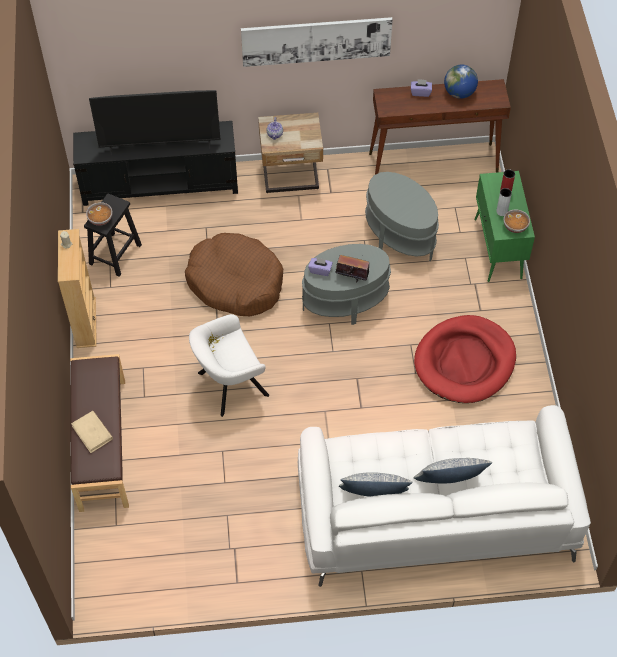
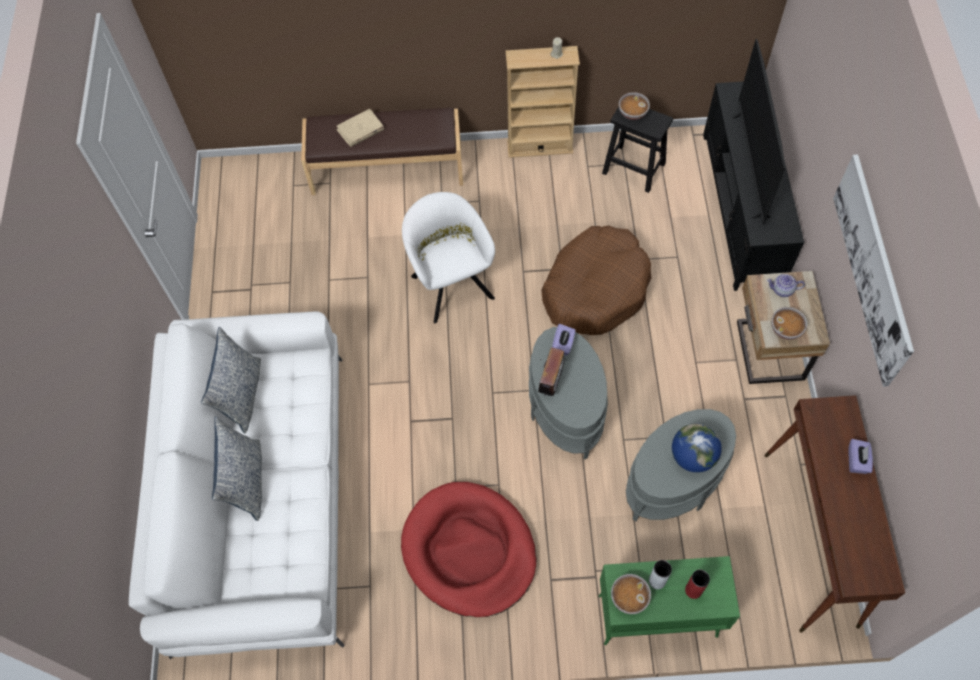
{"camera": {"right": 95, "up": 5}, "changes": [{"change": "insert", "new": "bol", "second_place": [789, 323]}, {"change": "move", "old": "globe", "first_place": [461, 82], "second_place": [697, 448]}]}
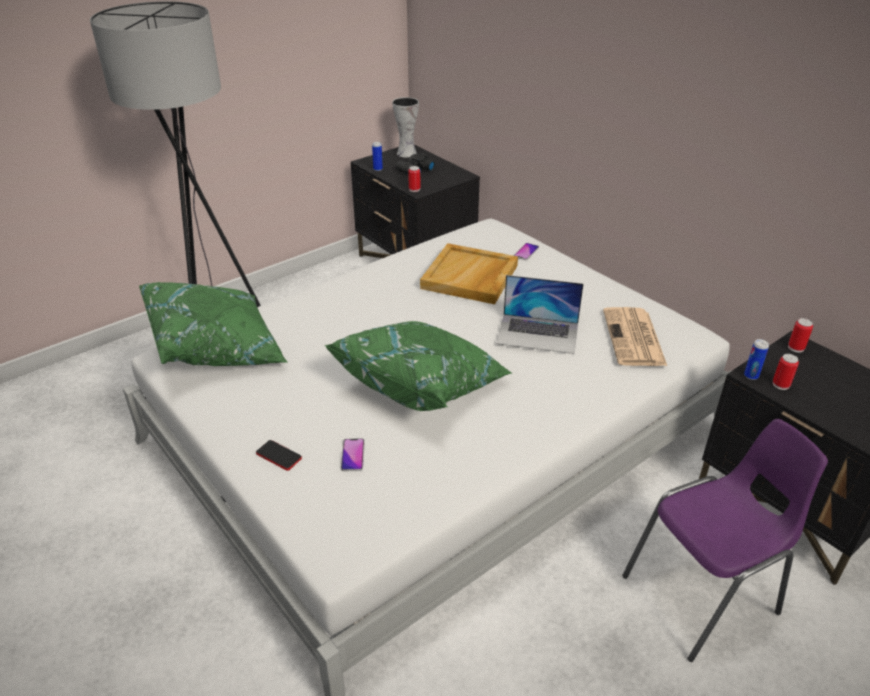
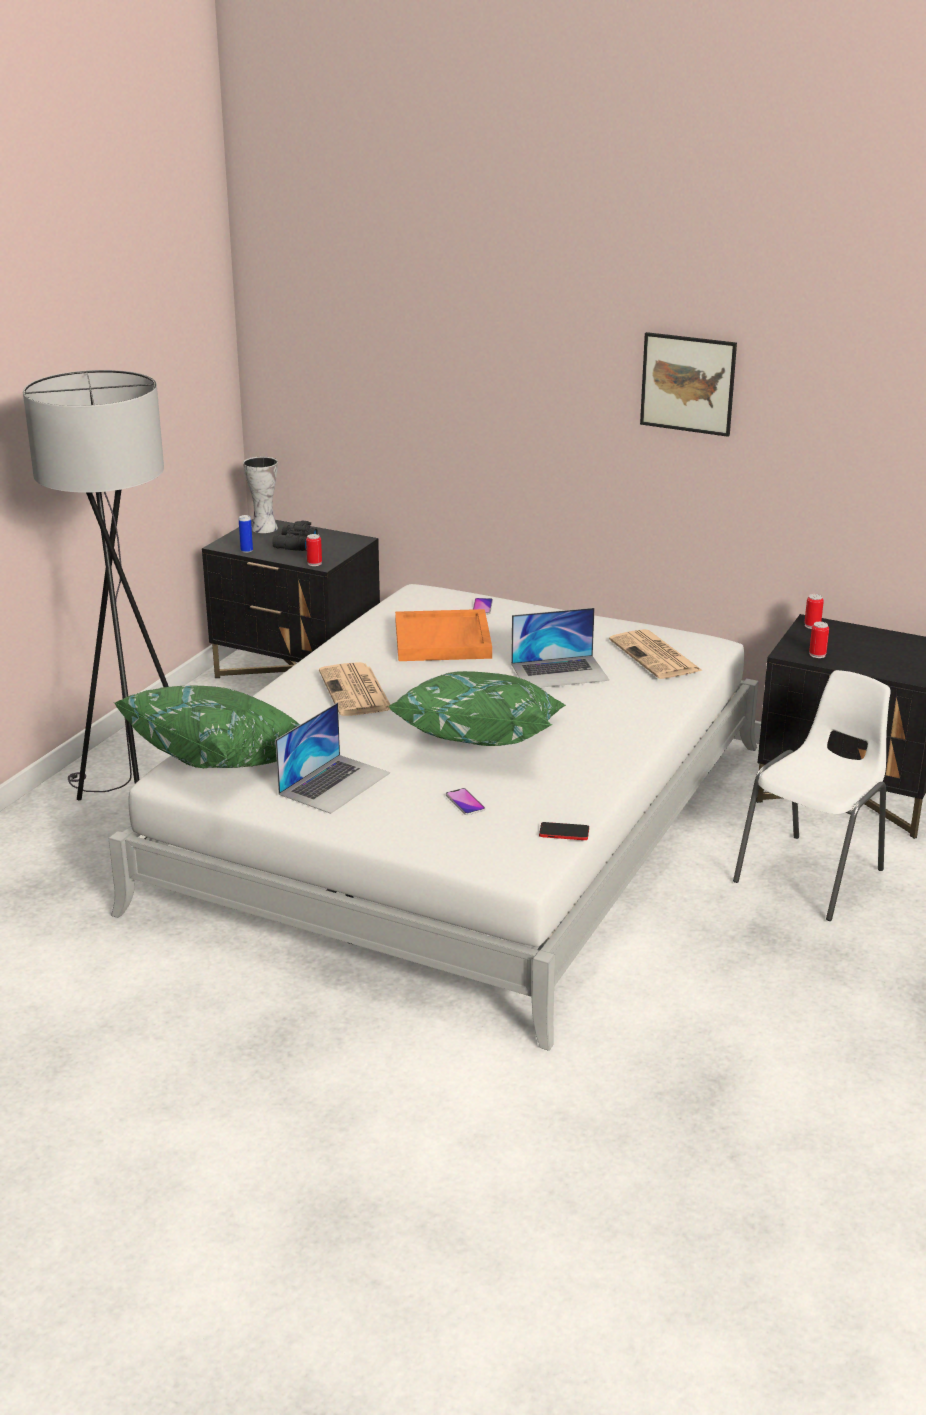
{"camera": {"right": -25, "up": -10}, "changes": [{"change": "delete", "old": "boîte métallique", "first_place": [756, 359]}, {"change": "insert", "new": "ordinateur portable", "second_place": [332, 758]}, {"change": "insert", "new": "journal", "second_place": [355, 689]}, {"change": "insert", "new": "tableau", "second_place": [688, 384]}, {"change": "move", "old": "téléphone", "first_place": [279, 455], "second_place": [564, 831]}, {"change": "recolor", "old": "plateau [beige]", "new": "plateau [orange]", "first_place": [469, 273], "second_place": [443, 635]}, {"change": "recolor", "old": "chaise [violet]", "new": "chaise [blanc]", "first_place": [725, 540], "second_place": [812, 795]}]}
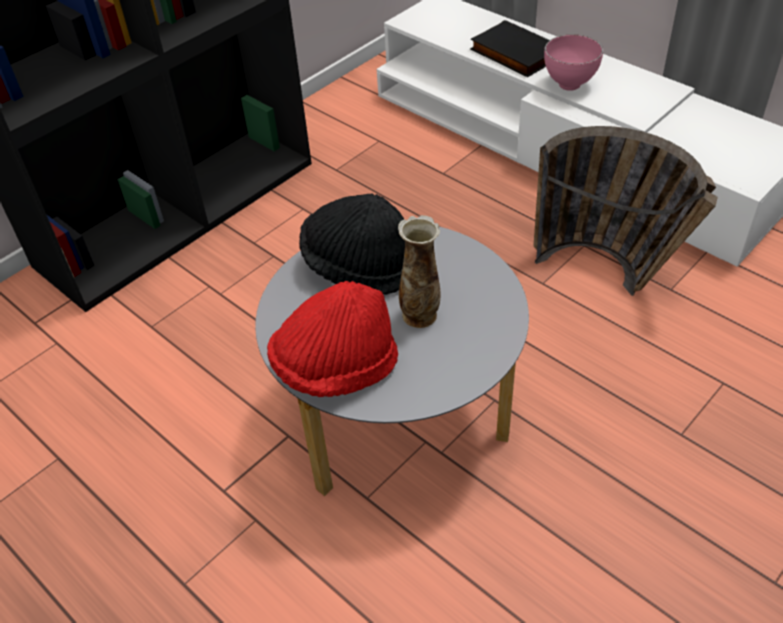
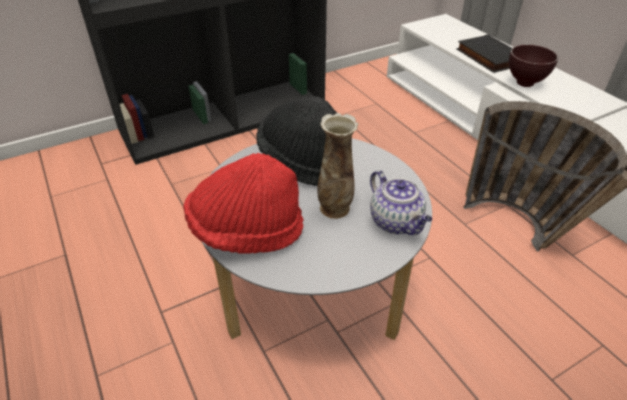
{"camera": {"right": 15, "up": -5}, "changes": [{"change": "insert", "new": "théière", "second_place": [401, 202]}, {"change": "recolor", "old": "bol [rose]", "new": "bol [marron]", "first_place": [573, 62], "second_place": [534, 65]}]}
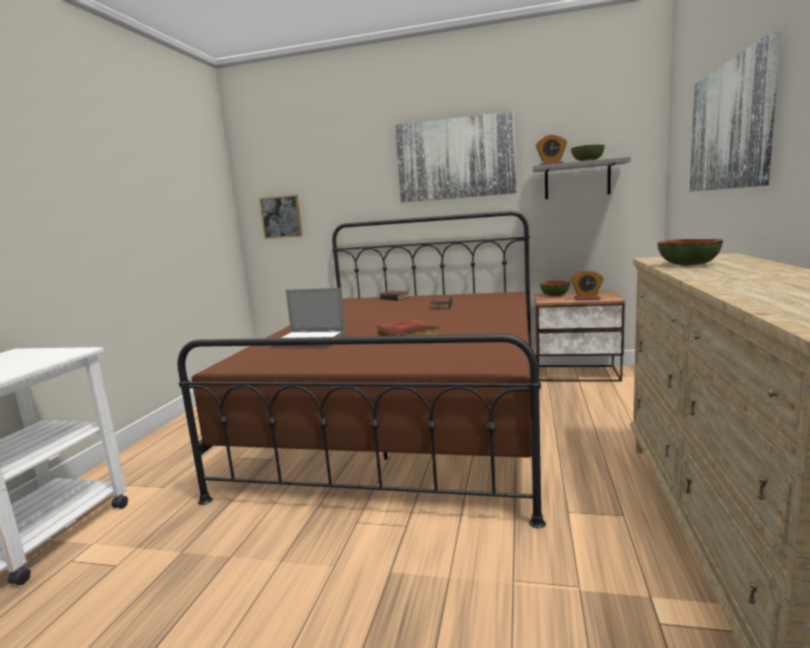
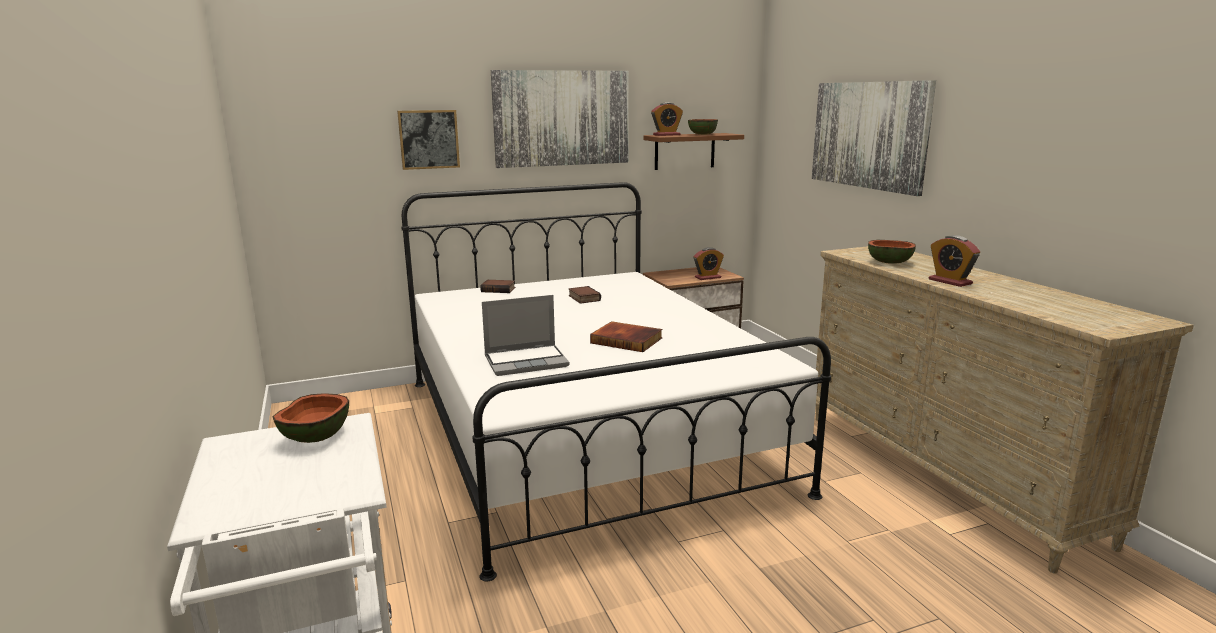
{"camera": {"right": -35, "up": 5}, "changes": [{"change": "insert", "new": "réveil", "second_place": [954, 261]}, {"change": "move", "old": "tableau", "first_place": [280, 217], "second_place": [428, 140]}, {"change": "move", "old": "bol", "first_place": [555, 288], "second_place": [310, 418]}, {"change": "recolor", "old": "lit [marron]", "new": "lit [blanc]", "first_place": [361, 369], "second_place": [616, 381]}, {"change": "recolor", "old": "étagère [gris]", "new": "étagère [marron]", "first_place": [582, 178], "second_place": [693, 151]}]}
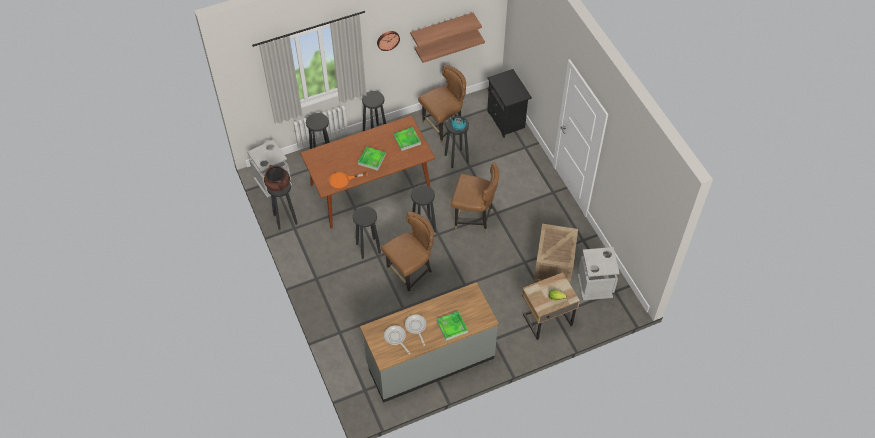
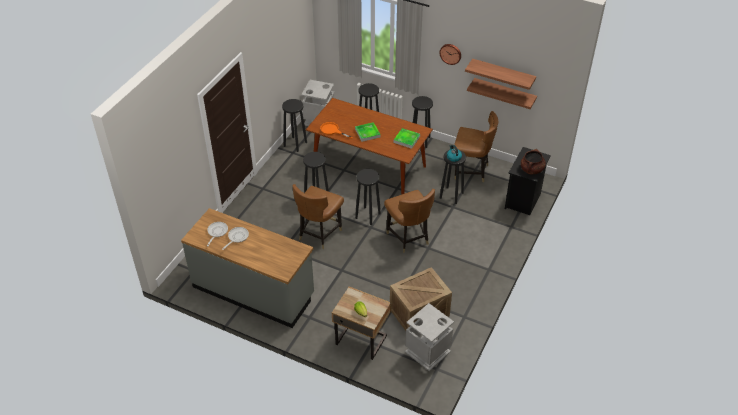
{"camera": {"right": 50, "up": -10}, "changes": [{"change": "delete", "old": "plateau", "first_place": [452, 326]}, {"change": "move", "old": "marmite [marron]", "first_place": [277, 178], "second_place": [533, 162]}, {"change": "rotate", "old": "chaise [marron]", "first_place": [407, 253], "second_place": [318, 216], "degrees": 105}]}
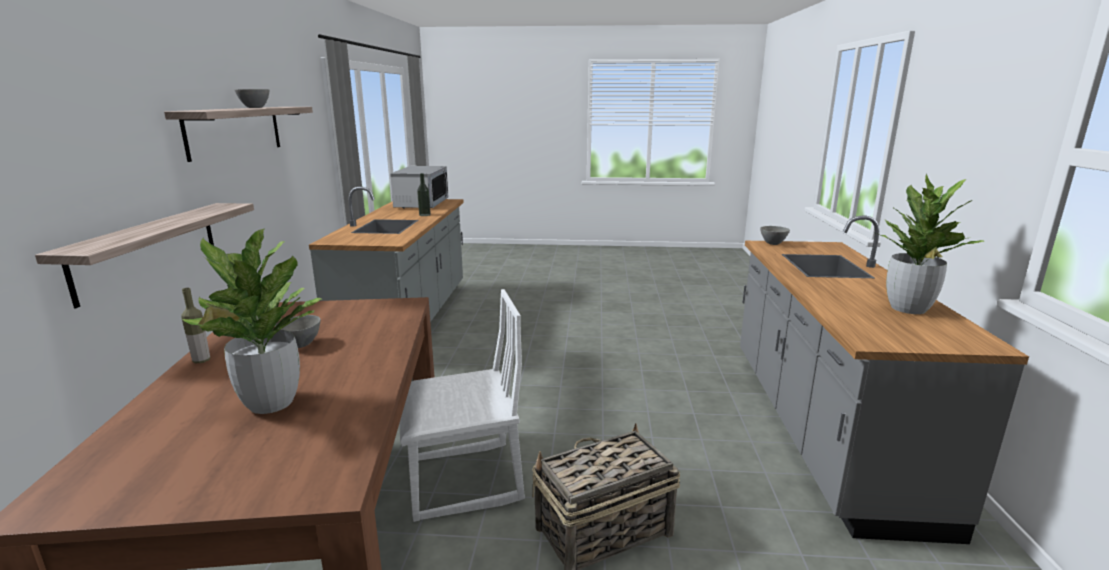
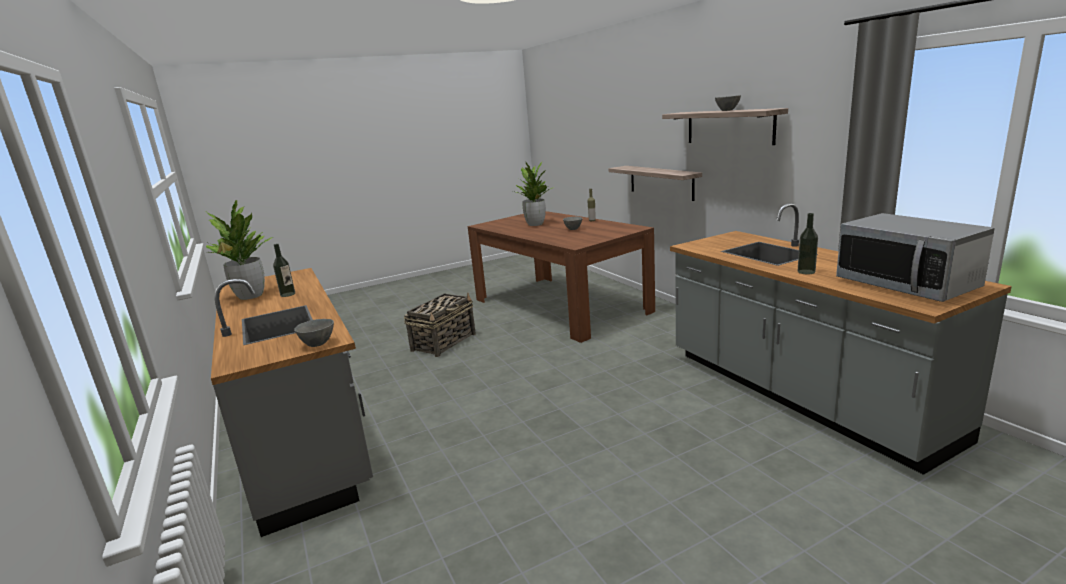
{"camera": {"right": 150, "up": 0}, "changes": [{"change": "delete", "old": "chaise [blanc]", "first_place": [462, 405]}, {"change": "insert", "new": "bouteille", "second_place": [284, 270]}]}
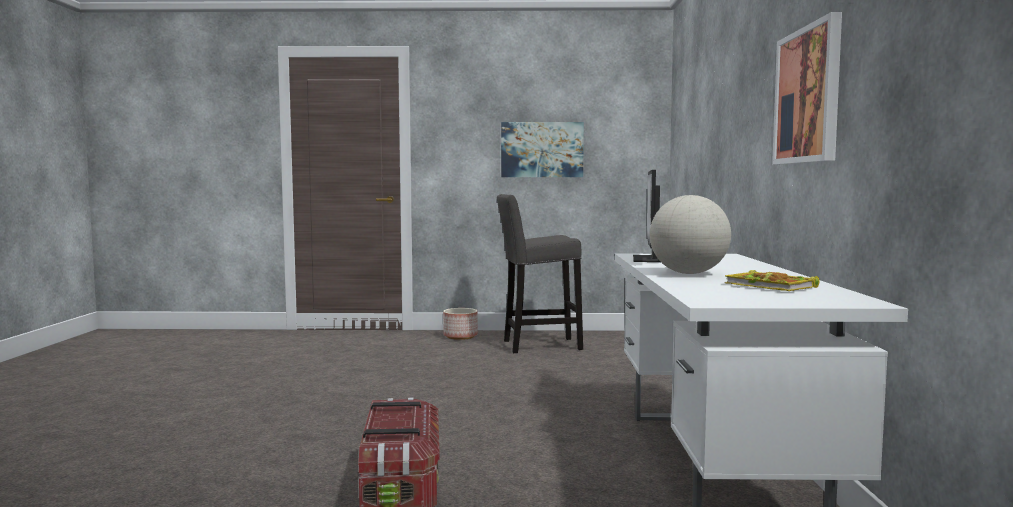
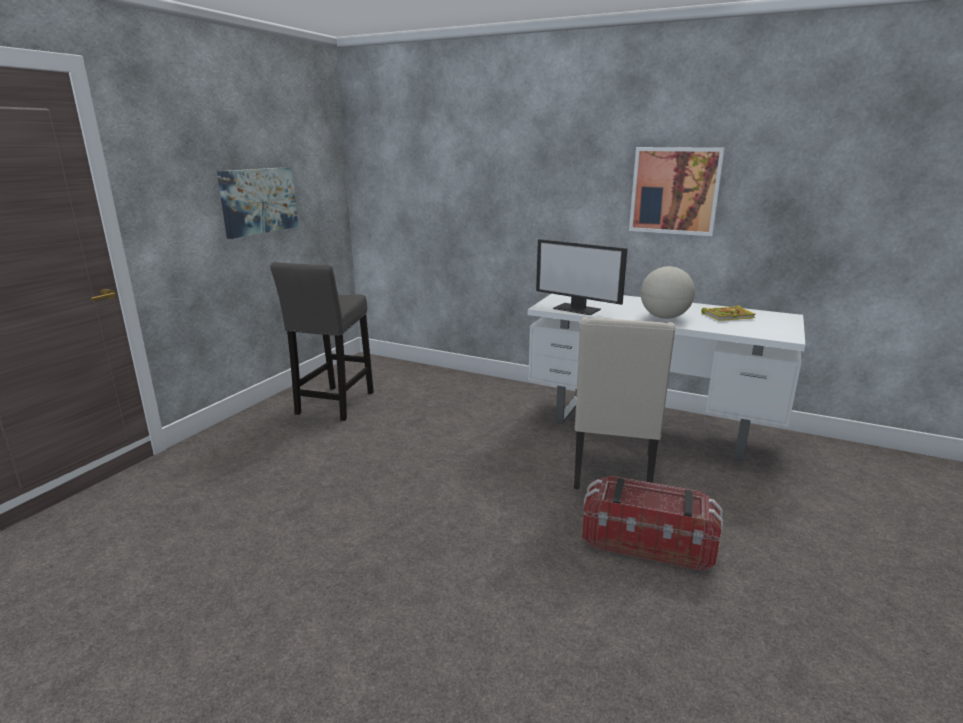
{"camera": {"right": -65, "up": 15}, "changes": [{"change": "delete", "old": "cache-pot", "first_place": [460, 324]}, {"change": "insert", "new": "chaise [beige]", "second_place": [625, 403]}]}
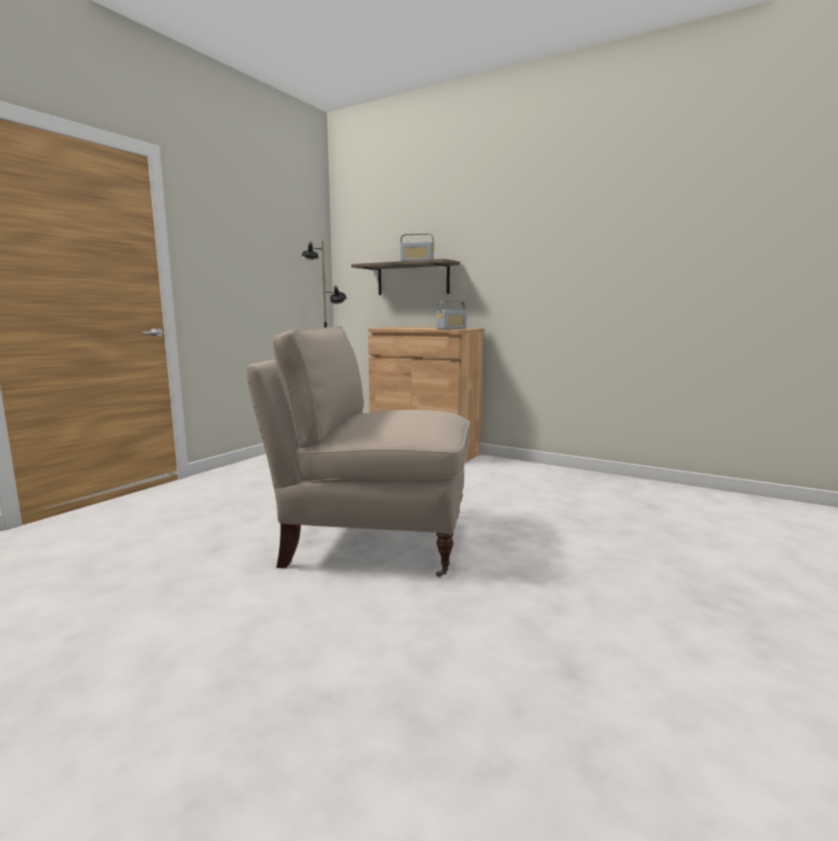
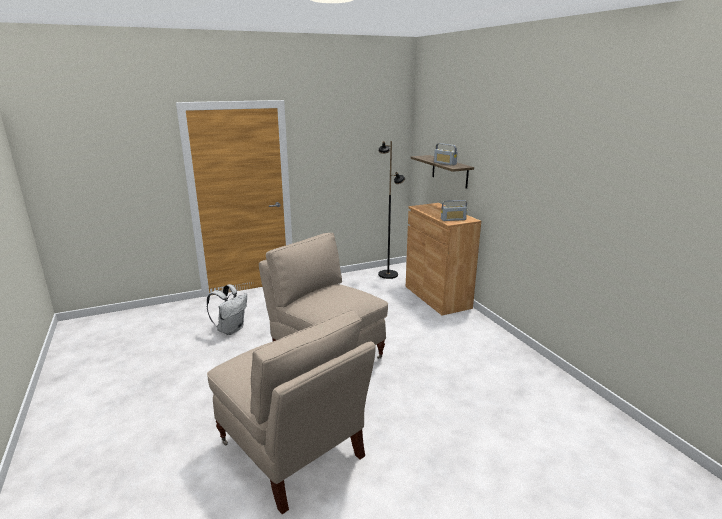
{"camera": {"right": 35, "up": 10}, "changes": [{"change": "insert", "new": "sac à dos [blanc]", "second_place": [227, 309]}, {"change": "insert", "new": "chaise [beige]", "second_place": [291, 412]}]}
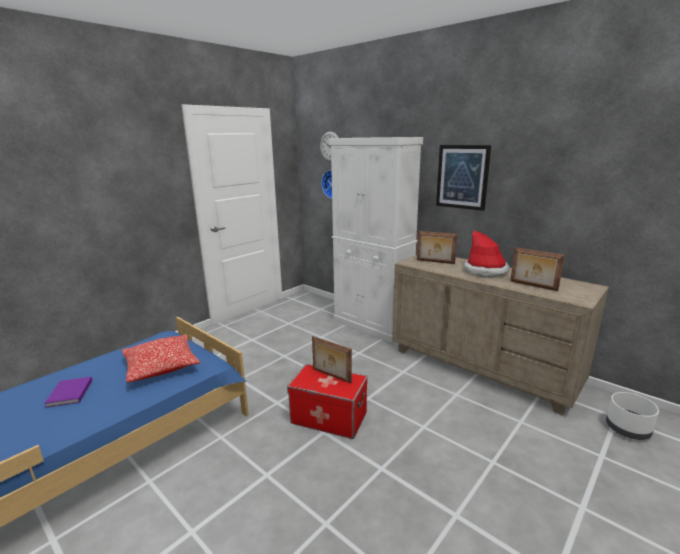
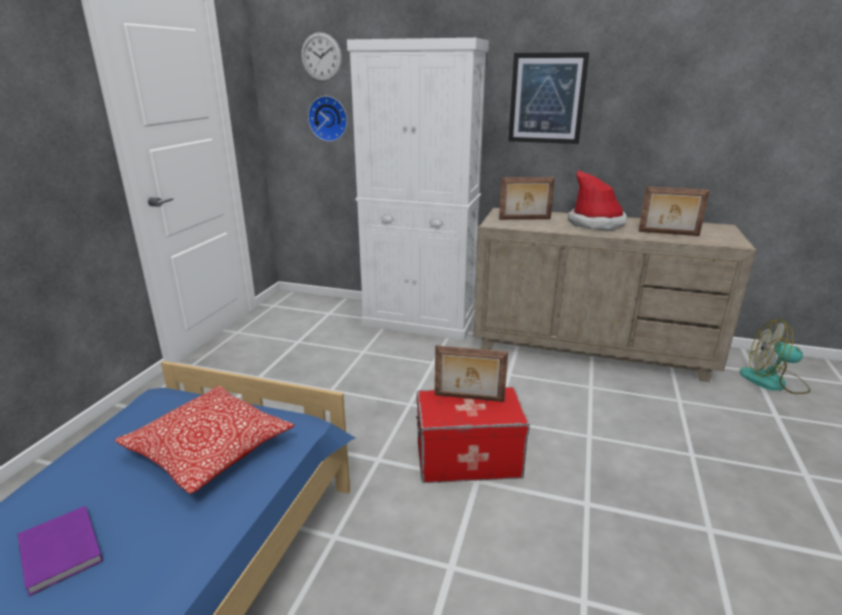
{"camera": {"right": -25, "up": 5}, "changes": [{"change": "replace", "old": "cache-pot [blanc]", "new": "ventilateur", "first_place": [632, 416], "second_place": [775, 356]}]}
